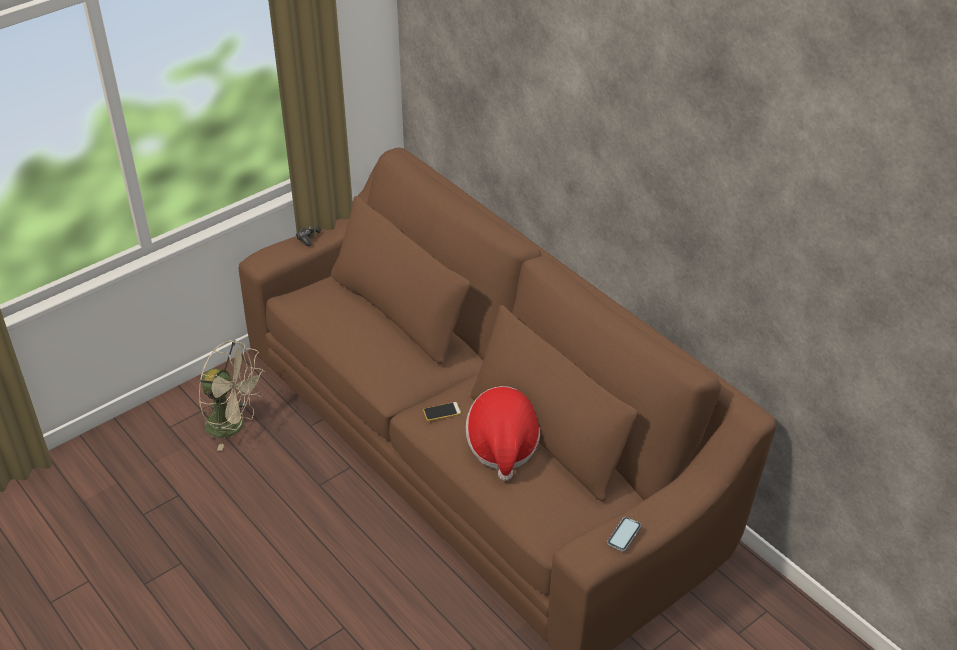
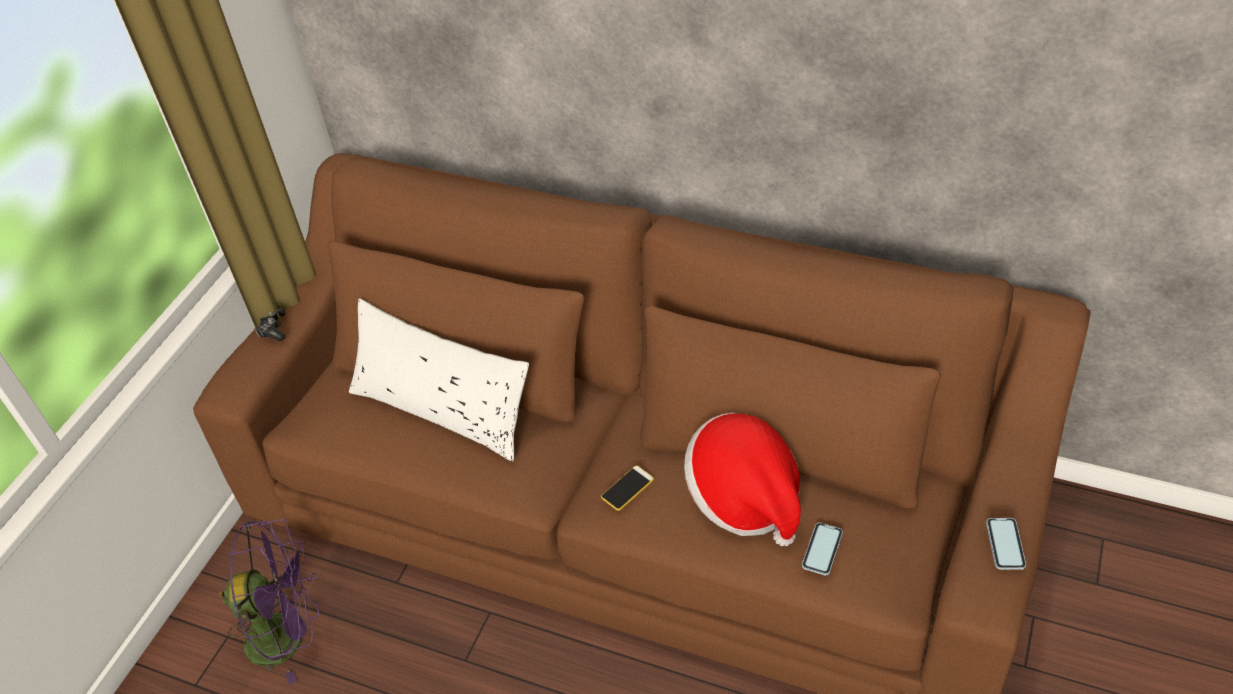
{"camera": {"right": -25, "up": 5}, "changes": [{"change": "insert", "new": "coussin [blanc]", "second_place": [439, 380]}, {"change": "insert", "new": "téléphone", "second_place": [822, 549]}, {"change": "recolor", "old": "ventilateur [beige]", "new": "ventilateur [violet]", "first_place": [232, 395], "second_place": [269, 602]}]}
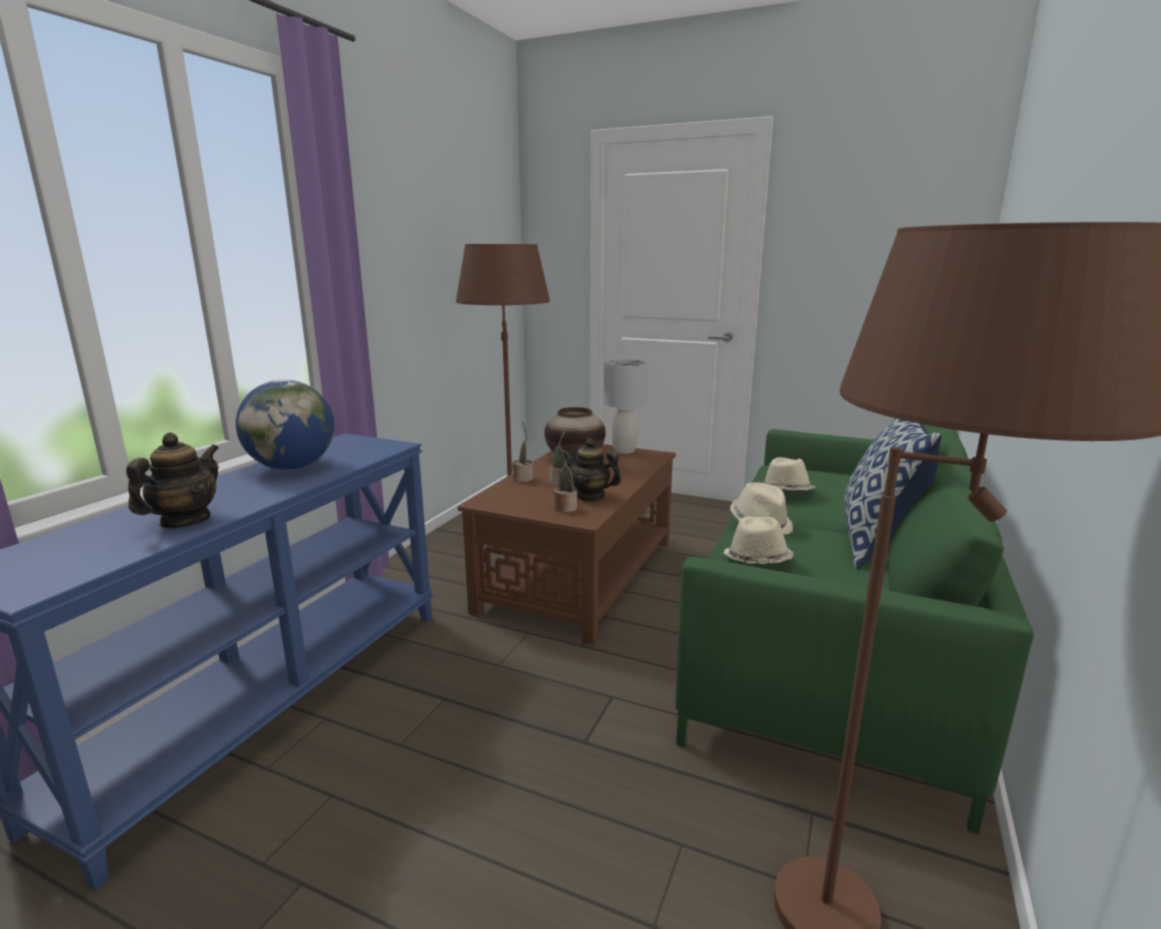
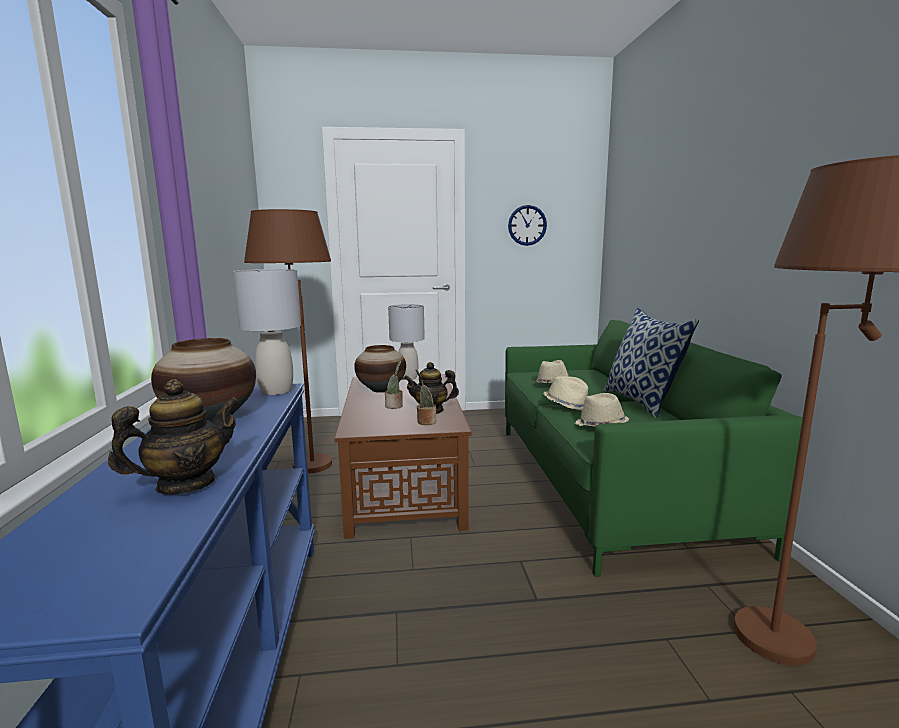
{"camera": {"right": -30, "up": -5}, "changes": [{"change": "delete", "old": "plante en pot", "first_place": [522, 452]}, {"change": "insert", "new": "lampe de table [gris]", "second_place": [267, 332]}, {"change": "insert", "new": "horloge murale", "second_place": [527, 225]}, {"change": "replace", "old": "globe", "new": "vase", "first_place": [285, 425], "second_place": [203, 379]}, {"change": "rotate", "old": "théière", "first_place": [172, 480], "second_place": [174, 436], "degrees": 60}]}
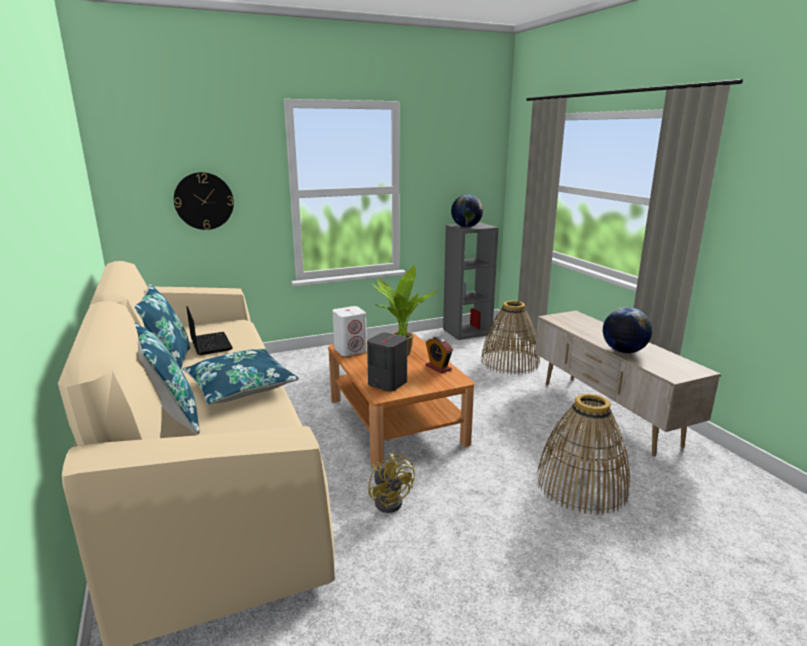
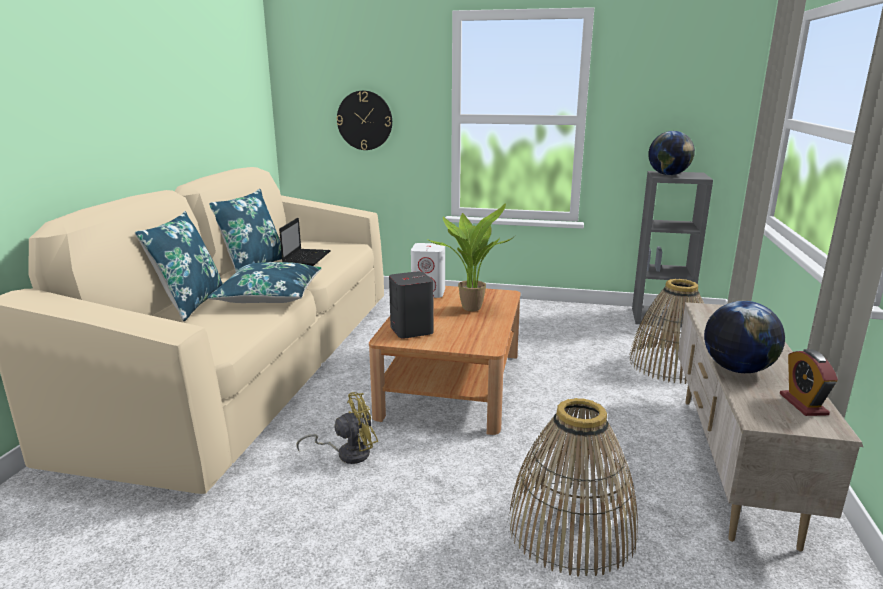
{"camera": {"right": 35, "up": 0}, "changes": [{"change": "move", "old": "réveil", "first_place": [439, 355], "second_place": [809, 382]}, {"change": "rotate", "old": "ventilateur [jaune]", "first_place": [391, 483], "second_place": [337, 428], "degrees": -120}]}
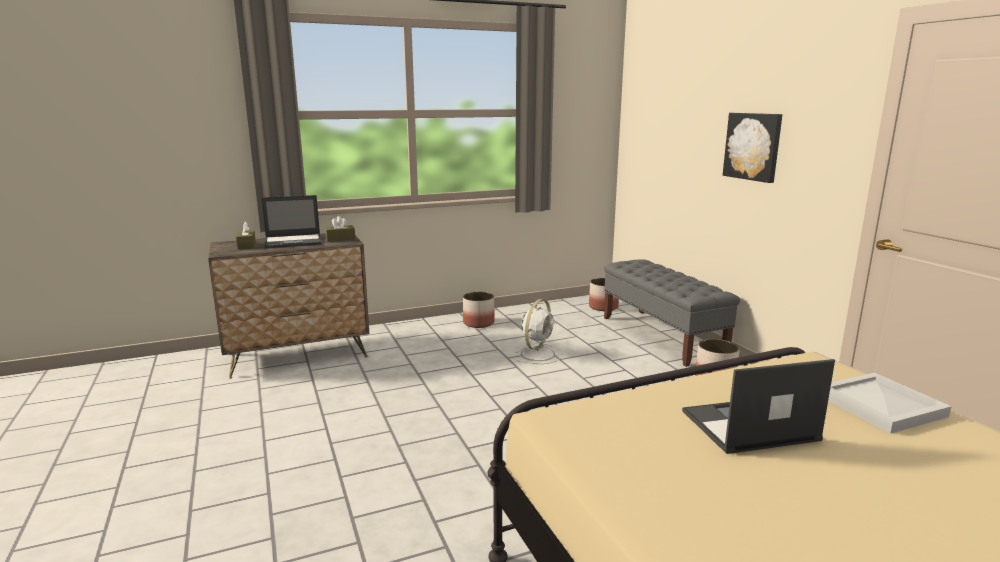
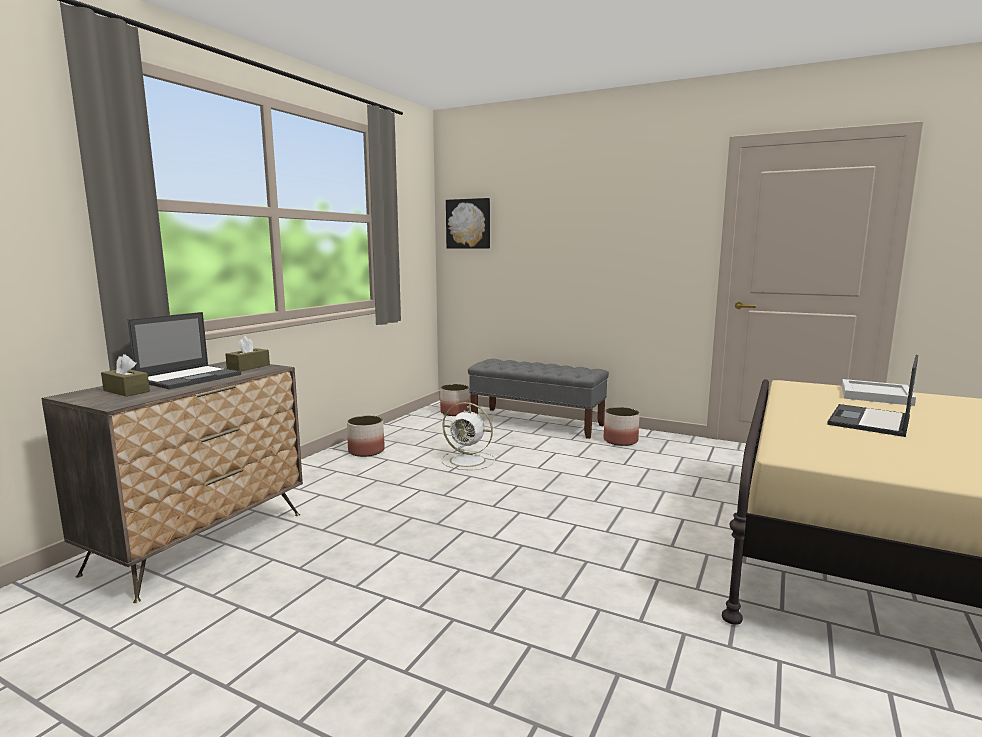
{"camera": {"right": -40, "up": -5}, "changes": [{"change": "move", "old": "tableau", "first_place": [752, 148], "second_place": [468, 223]}, {"change": "rotate", "old": "ventilateur [blanc]", "first_place": [539, 331], "second_place": [468, 436], "degrees": 120}]}
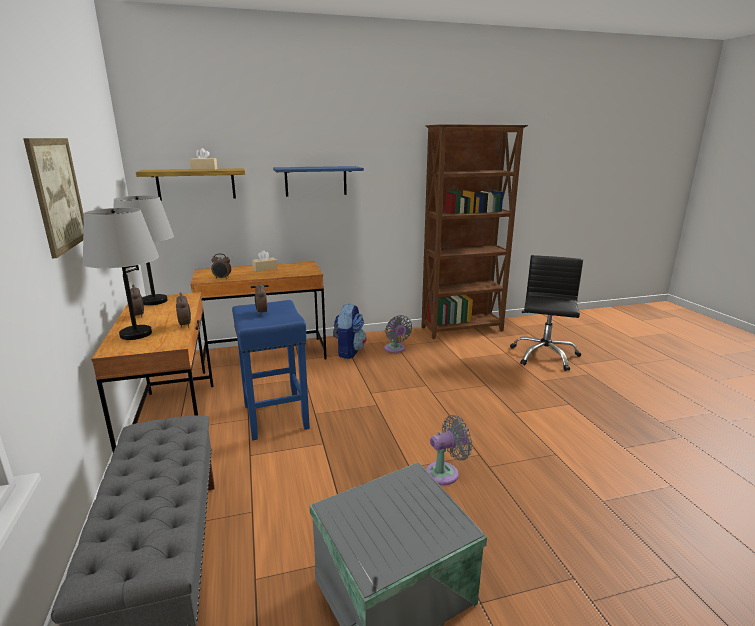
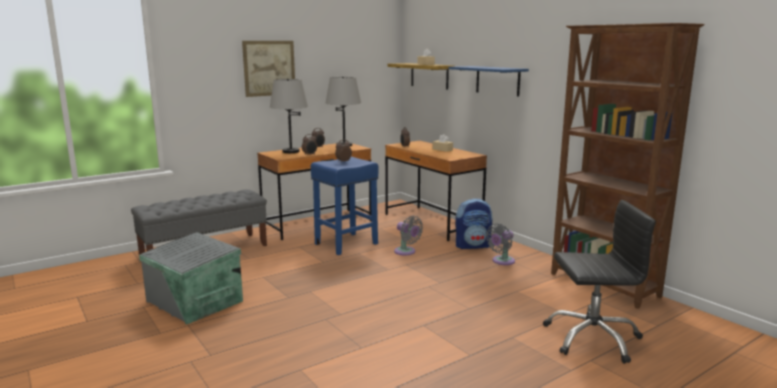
{"camera": {"right": 70, "up": -5}, "changes": [{"change": "move", "old": "ventilateur [gris]", "first_place": [449, 450], "second_place": [408, 235]}]}
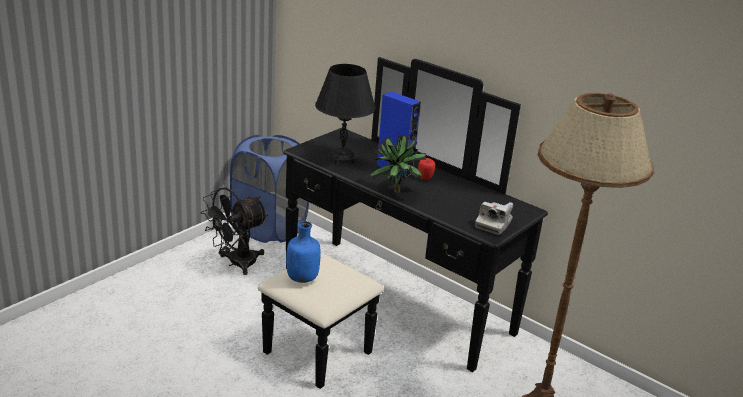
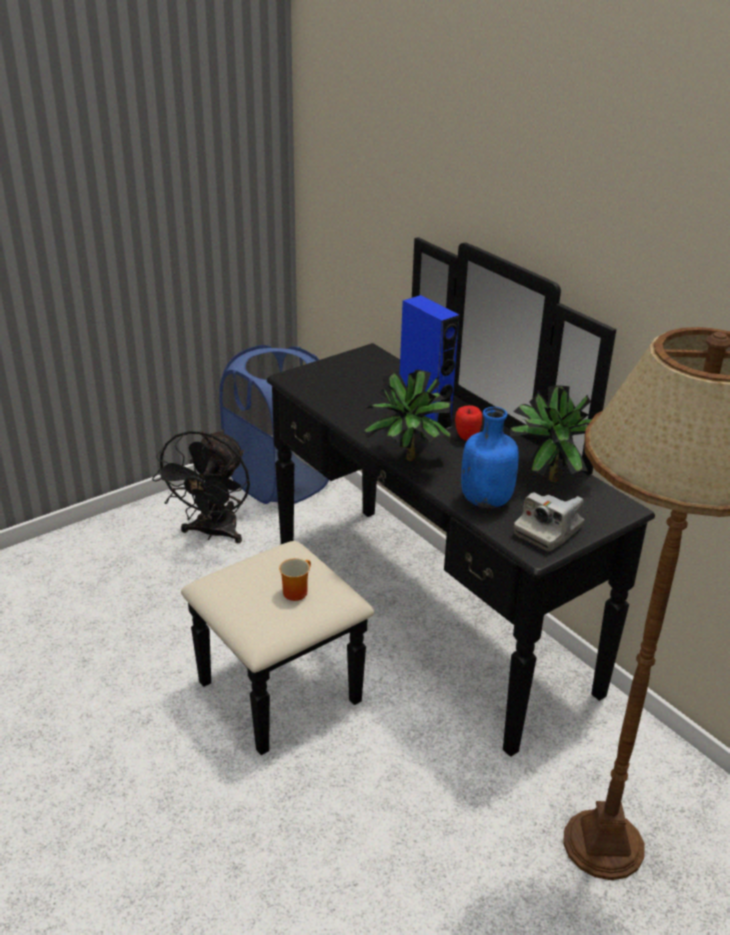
{"camera": {"right": 15, "up": 5}, "changes": [{"change": "delete", "old": "lampe de table [noir]", "first_place": [345, 114]}, {"change": "insert", "new": "mug", "second_place": [295, 579]}, {"change": "insert", "new": "plante en pot", "second_place": [551, 433]}, {"change": "move", "old": "bouteille [bleu]", "first_place": [303, 252], "second_place": [490, 457]}, {"change": "rotate", "old": "ventilateur [noir]", "first_place": [234, 231], "second_place": [201, 486], "degrees": -45}]}
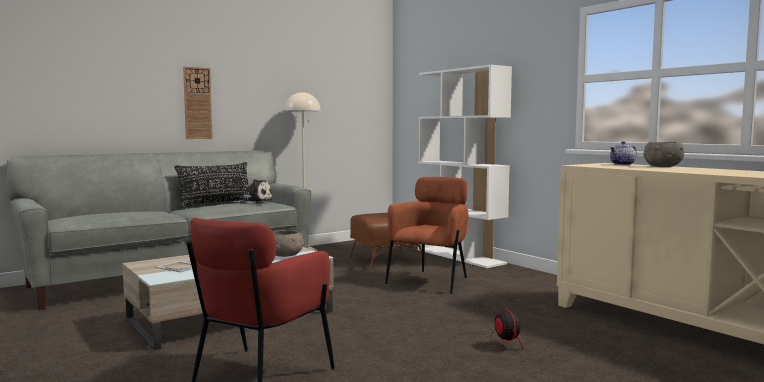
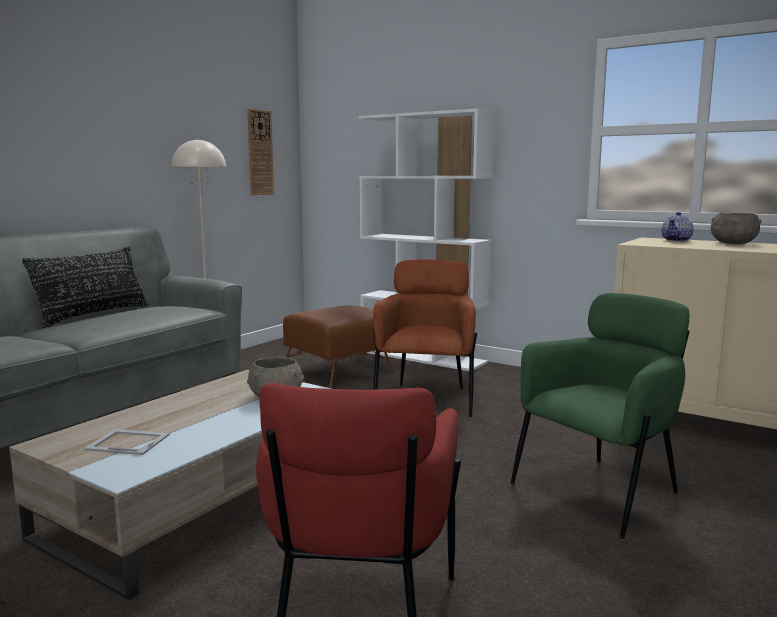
{"camera": {"right": -20, "up": 5}, "changes": [{"change": "delete", "old": "peluche", "first_place": [253, 191]}, {"change": "move", "old": "horloge murale", "first_place": [198, 102], "second_place": [260, 152]}, {"change": "replace", "old": "ventilateur", "new": "fauteuil [vert]", "first_place": [480, 329], "second_place": [600, 416]}]}
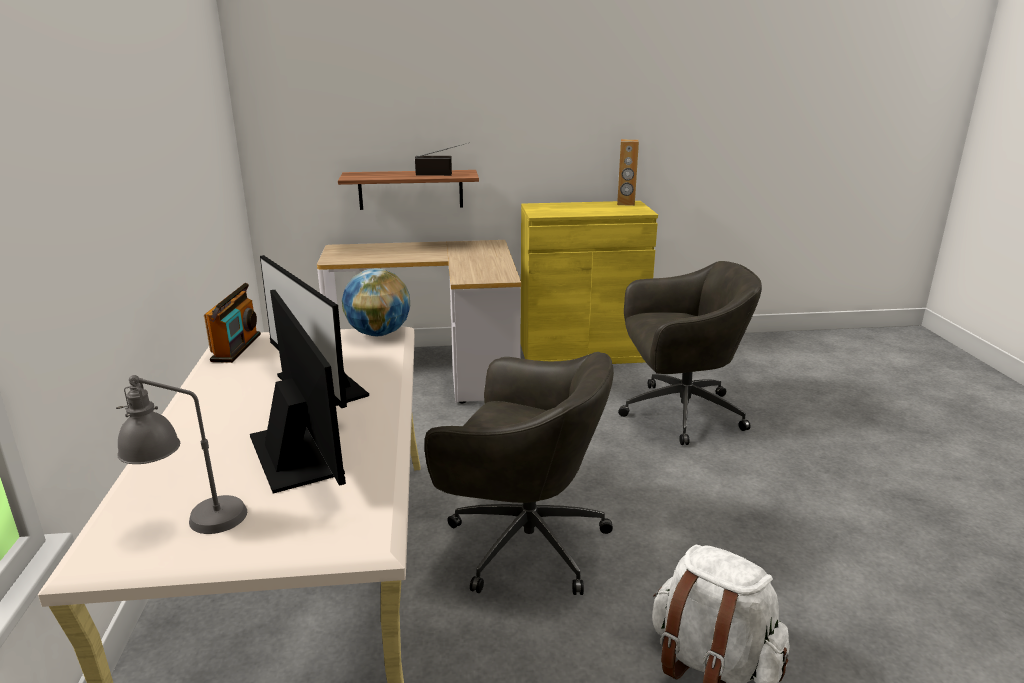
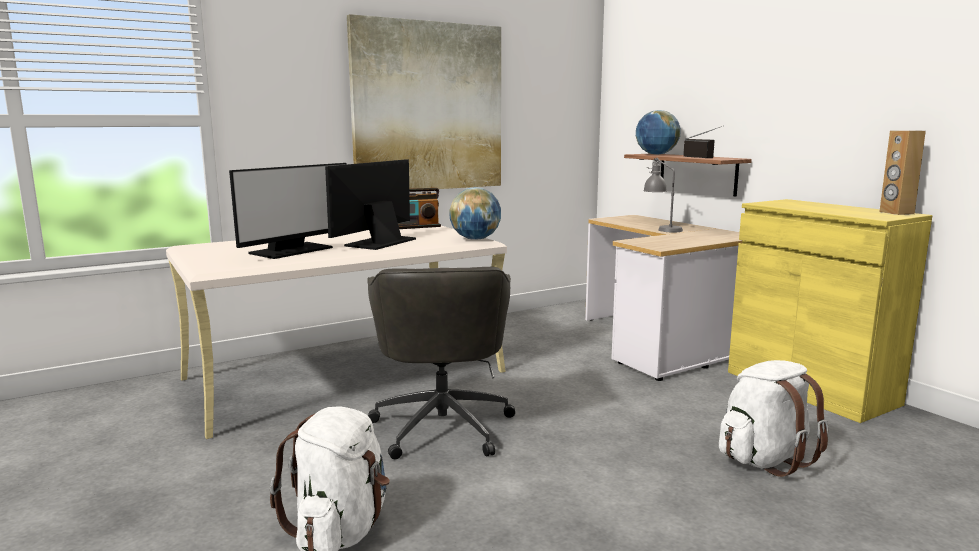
{"camera": {"right": 65, "up": -10}, "changes": [{"change": "insert", "new": "tableau", "second_place": [424, 101]}, {"change": "insert", "new": "globe", "second_place": [658, 132]}, {"change": "move", "old": "lampe de table [gris]", "first_place": [181, 454], "second_place": [663, 195]}, {"change": "replace", "old": "chaise de bureau [gris]", "new": "sac à dos [blanc]", "first_place": [690, 353], "second_place": [774, 418]}]}
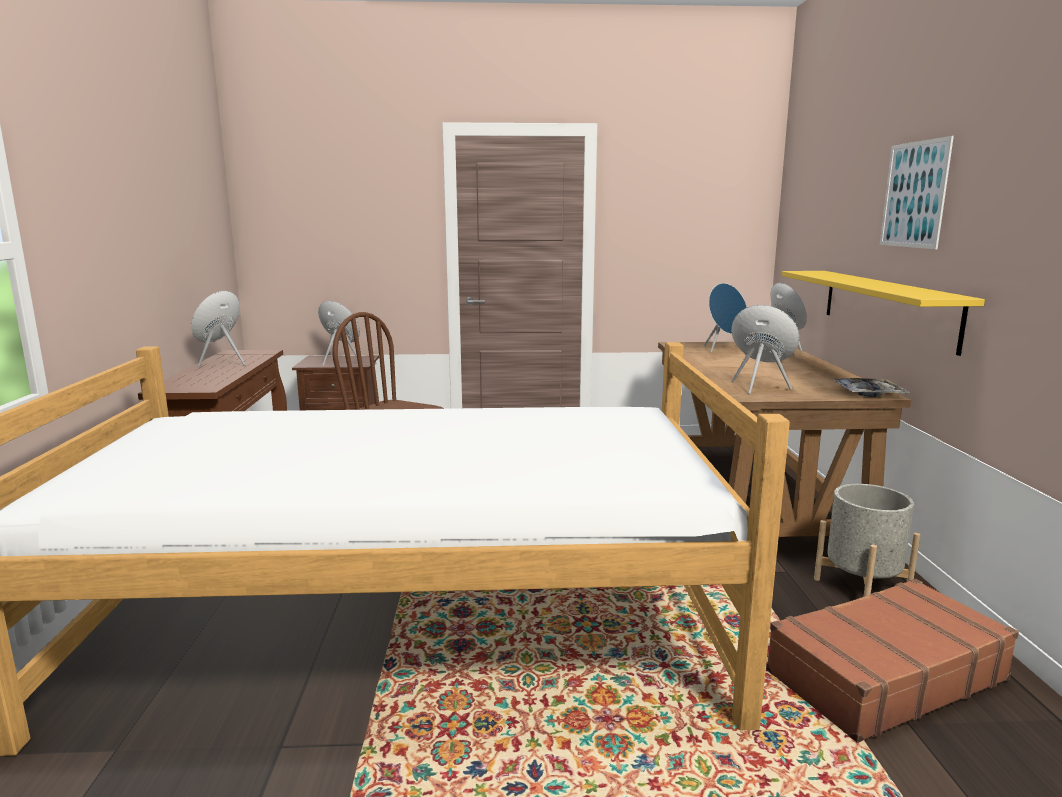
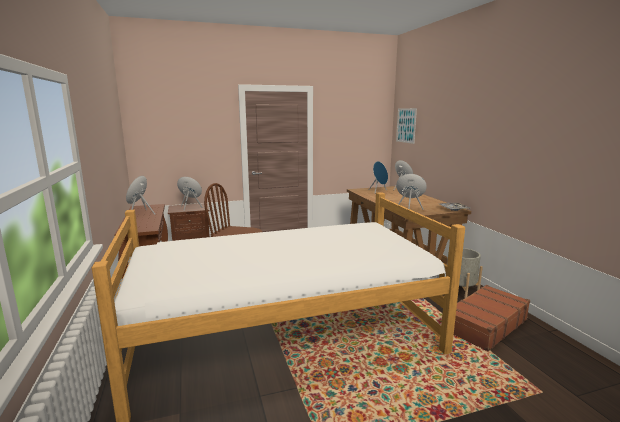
{"camera": {"right": -15, "up": 0}, "changes": [{"change": "delete", "old": "étagère [jaune]", "first_place": [883, 313]}, {"change": "move", "old": "tableau", "first_place": [917, 192], "second_place": [406, 126]}]}
